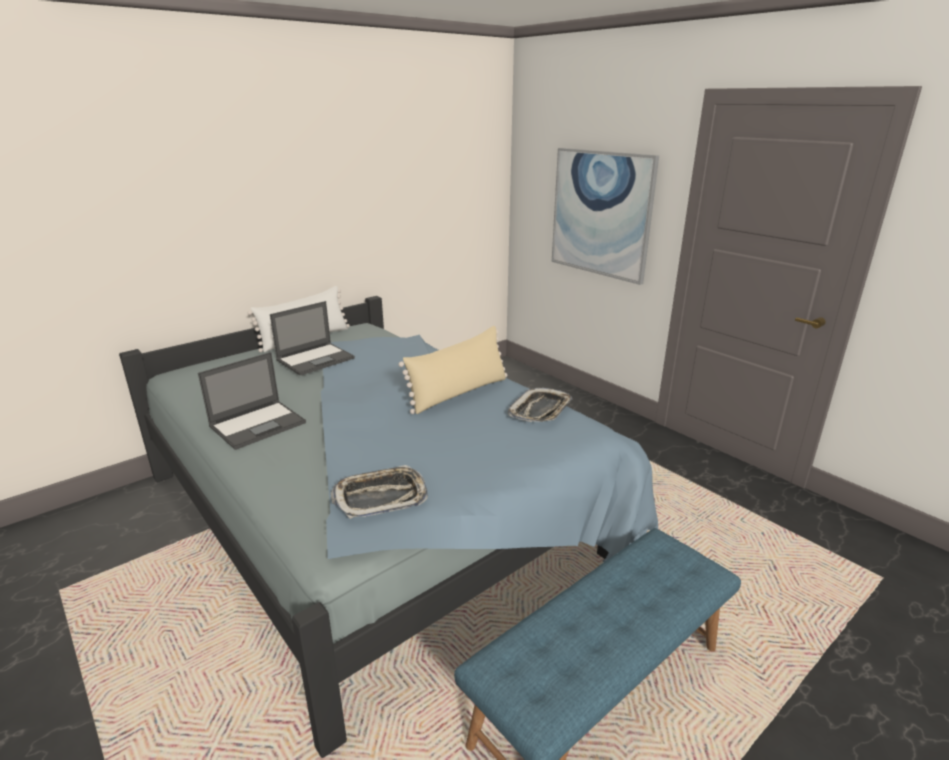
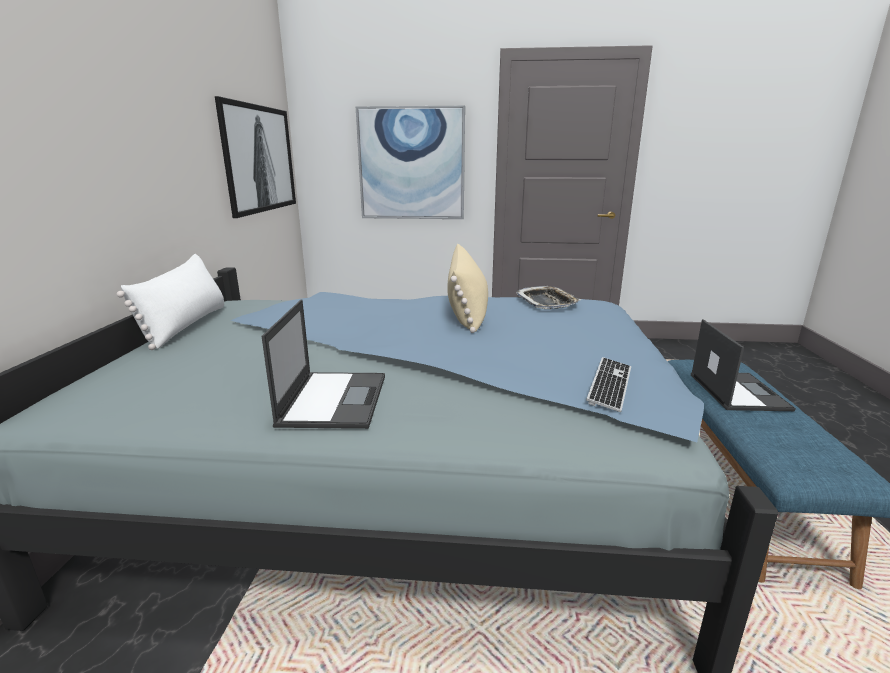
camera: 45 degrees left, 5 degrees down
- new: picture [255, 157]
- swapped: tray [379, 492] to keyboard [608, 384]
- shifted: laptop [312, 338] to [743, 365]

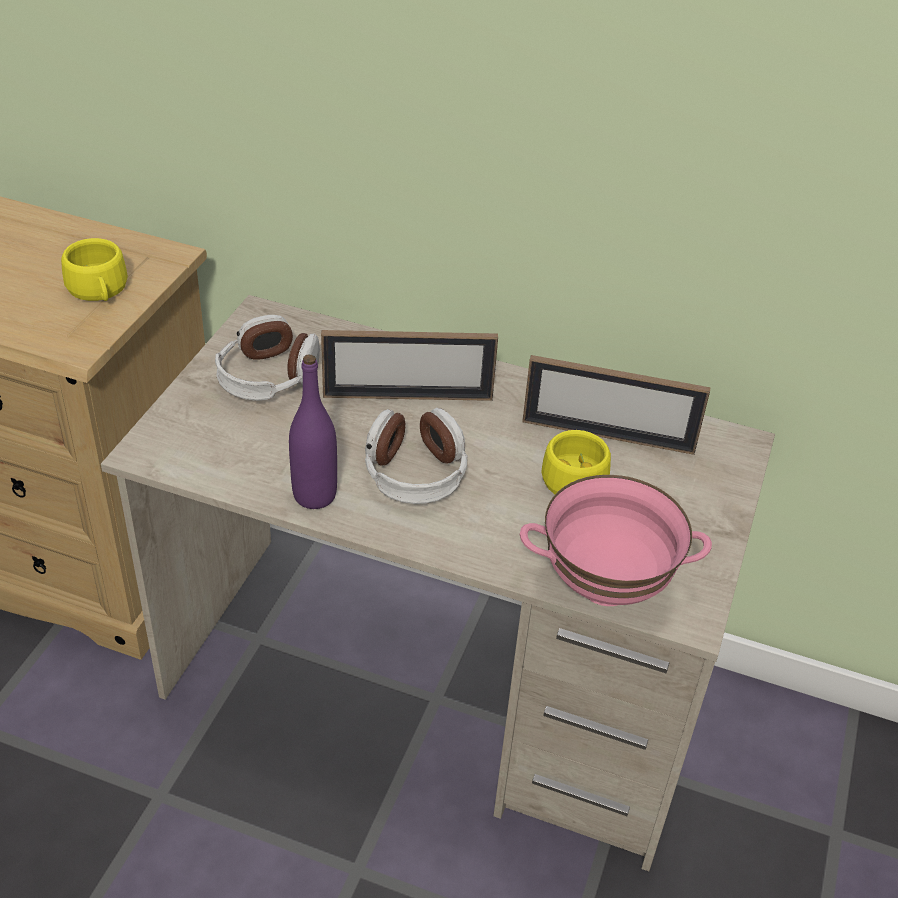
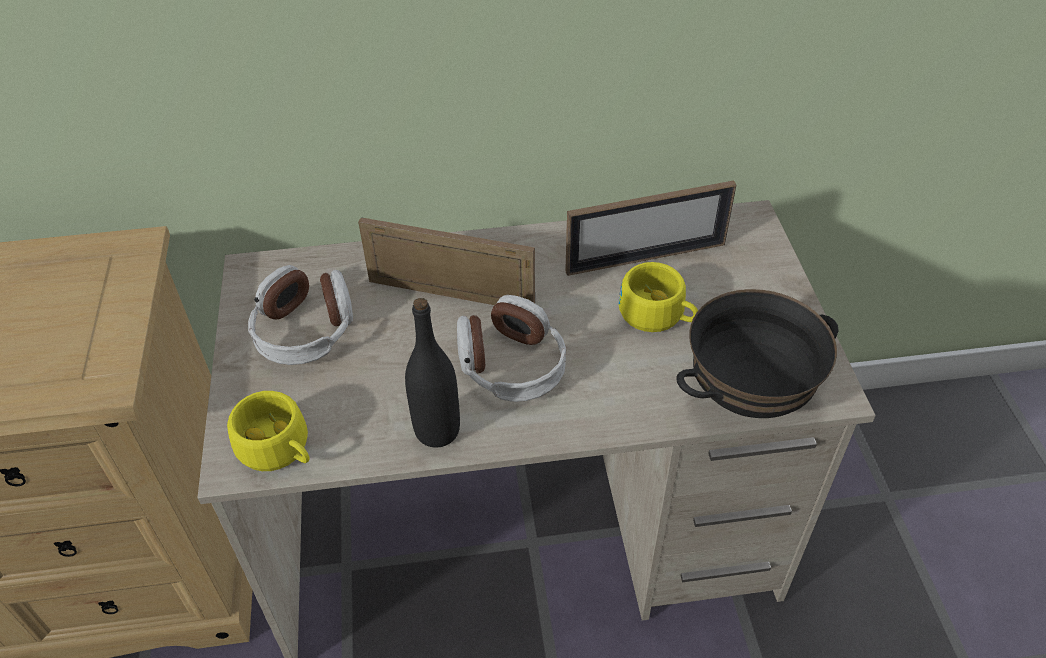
camera: 25 degrees left, 5 degrees up
- shifted: yellow cup [94, 269] to [268, 431]
- rotated: picture frame [409, 365] = [446, 261] 135 degrees counterclockwise
- repainted: purple bottle [313, 432] to black bottle [432, 373]
- repainted: pink bowl [616, 540] to black bowl [757, 353]

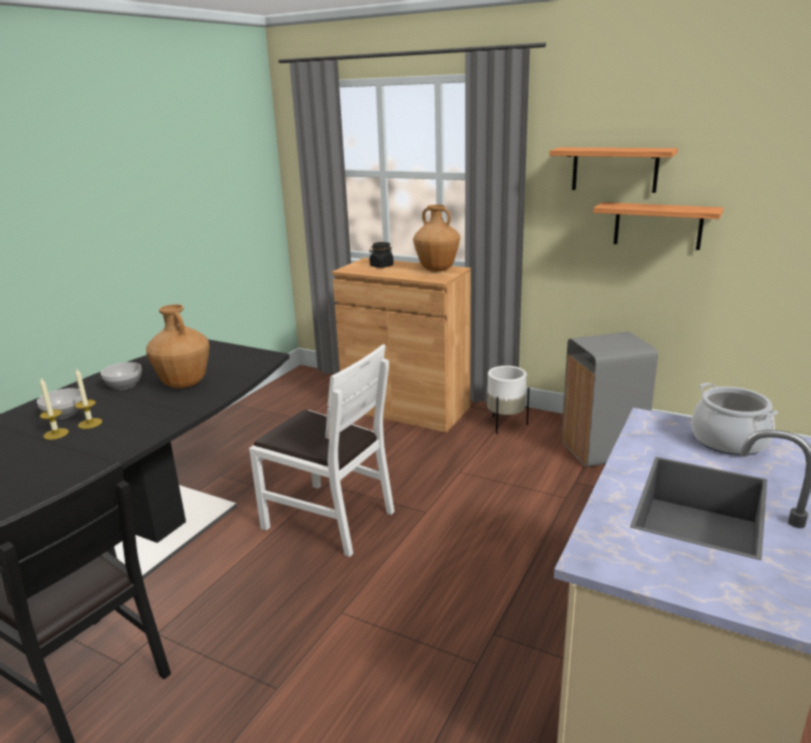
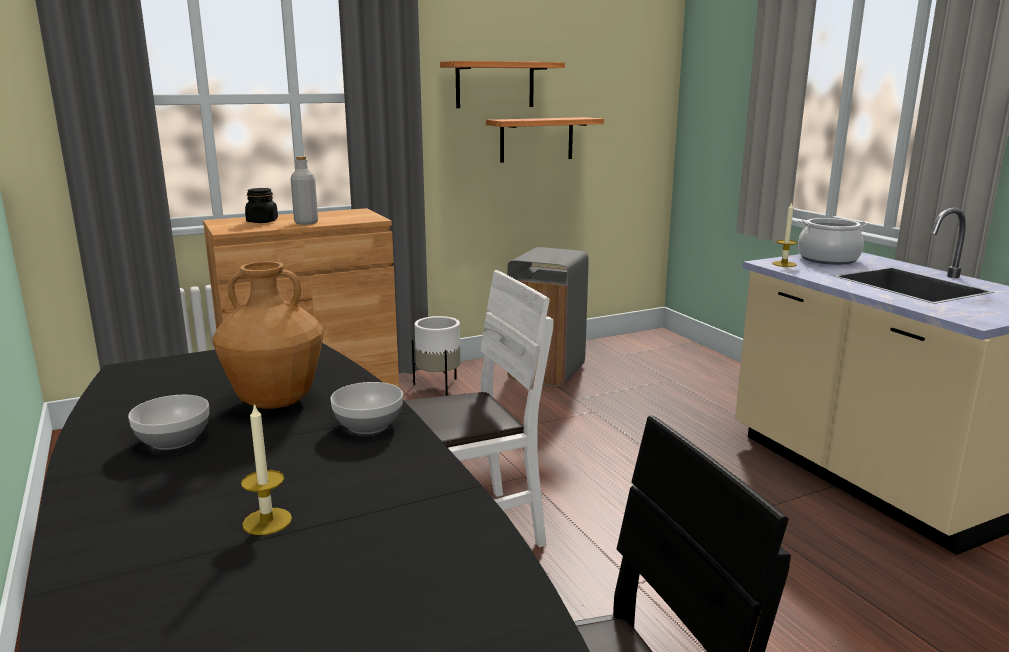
camera: 55 degrees left, 5 degrees down
- new: grey bottle [304, 190]
- shifted: bowl [59, 403] to [366, 408]
- shifted: candle [88, 399] to [784, 234]
- gone: brown vase [436, 238]

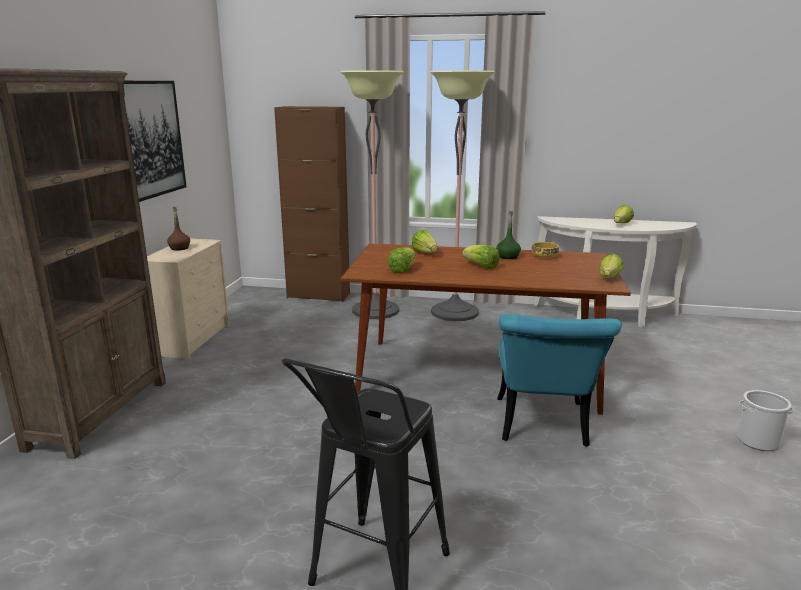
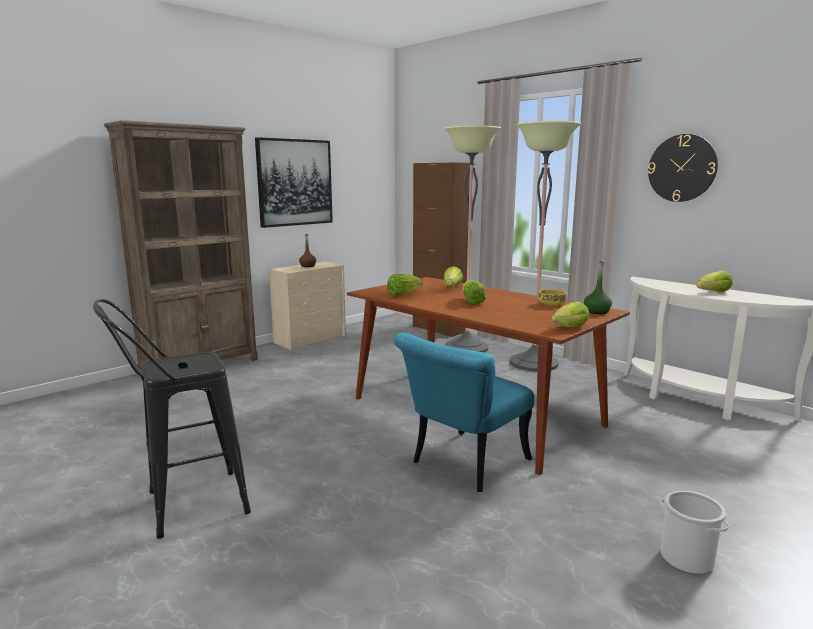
camera: 35 degrees right, 5 degrees down
- shifted: green bottle [508, 235] to [598, 287]
- new: wall clock [683, 168]

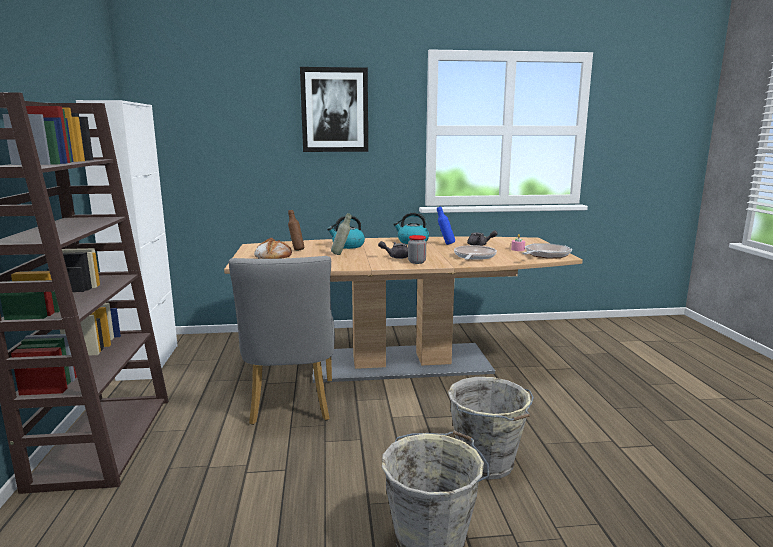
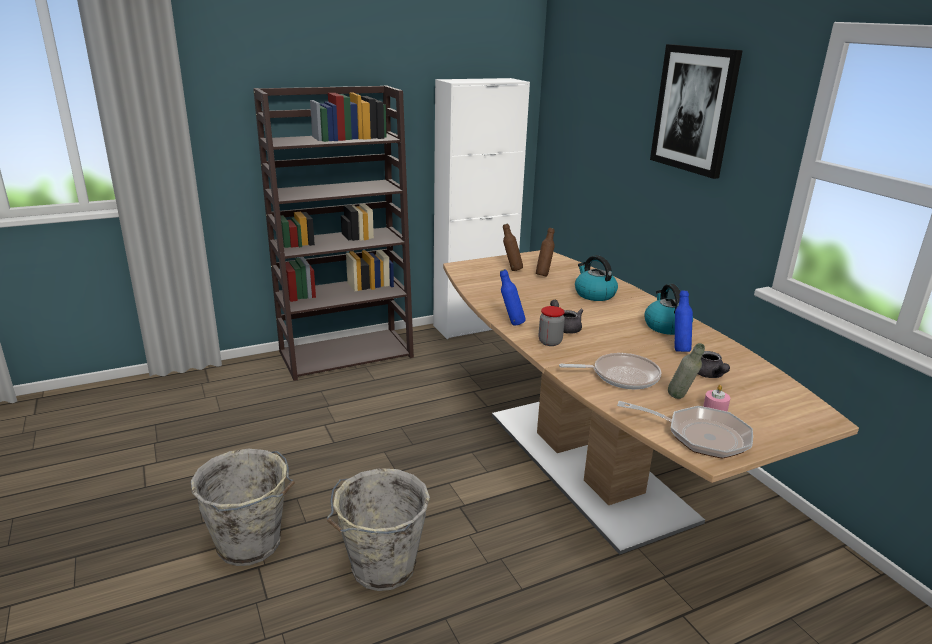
camera: 70 degrees right, 10 degrees up
- new: blue bottle [512, 297]
- swapped: bread [273, 248] to brown bottle [513, 247]
- shifted: grey bottle [341, 234] to [686, 371]
- gone: grey chair [282, 340]

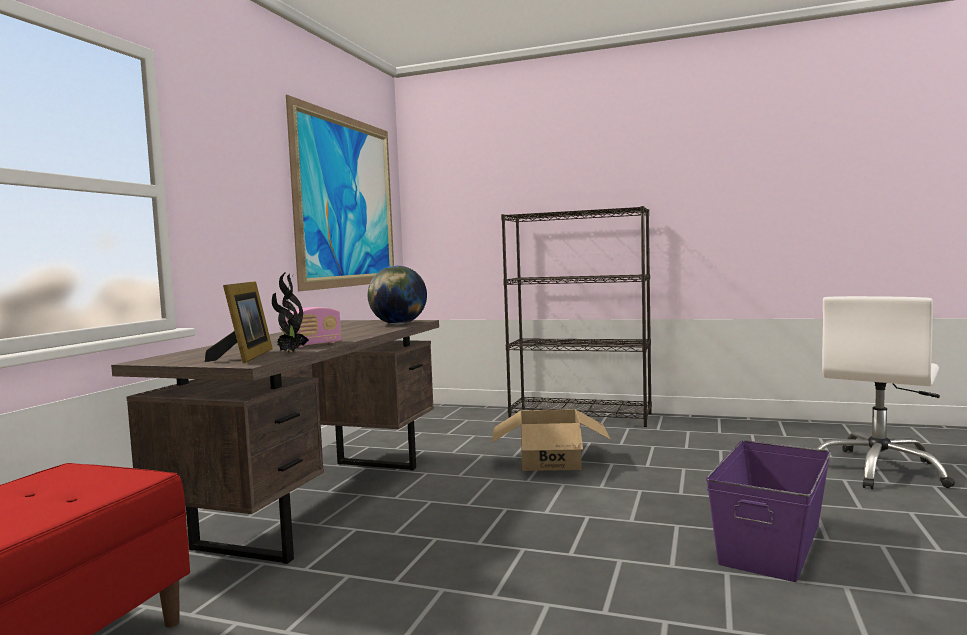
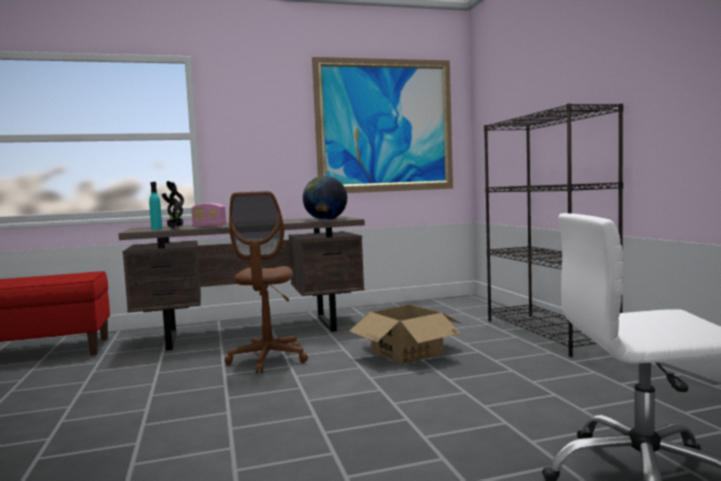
camera: 55 degrees right, 0 degrees up
- swapped: picture frame [239, 322] to turquoise bottle [155, 206]
- new: brown office chair [266, 282]
- gone: purple storage box [768, 511]

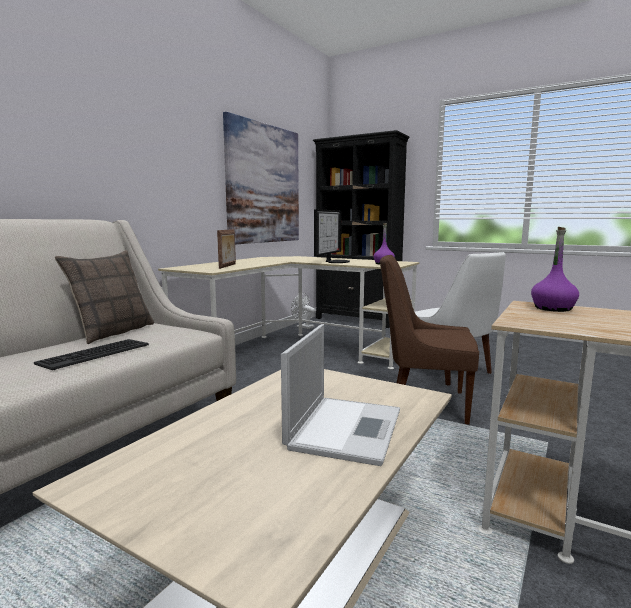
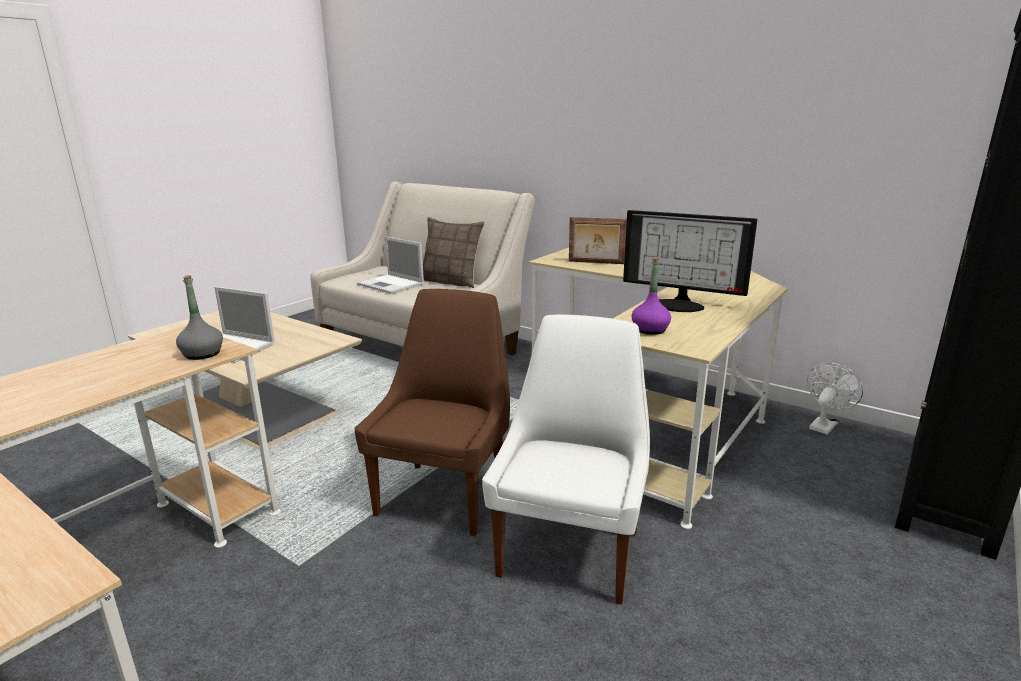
camera: 95 degrees right, 10 degrees up
- repainted: purple bottle [555, 269] to grey bottle [199, 317]
- swapped: keyboard [91, 354] to laptop [390, 265]
- rotated: white chair [460, 319] = [566, 460] 135 degrees clockwise
- gone: picture [261, 178]

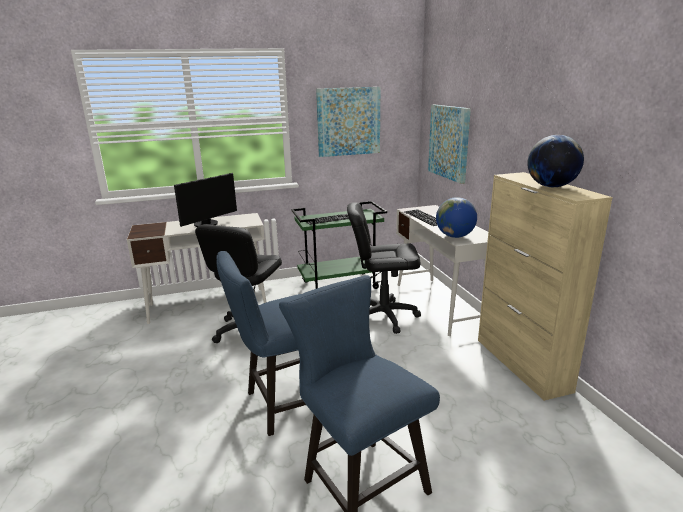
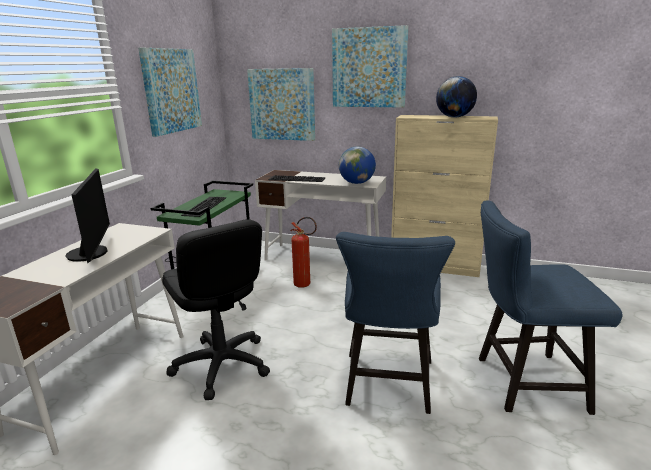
camera: 55 degrees left, 0 degrees up
- swapped: black office chair [384, 268] to fire extinguisher [303, 252]
- new: picture [370, 66]

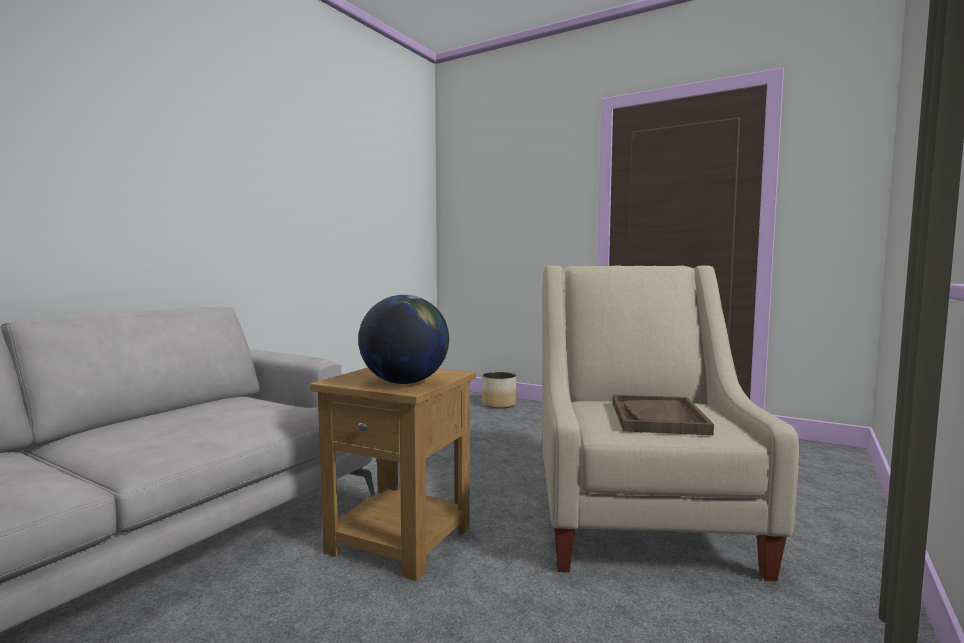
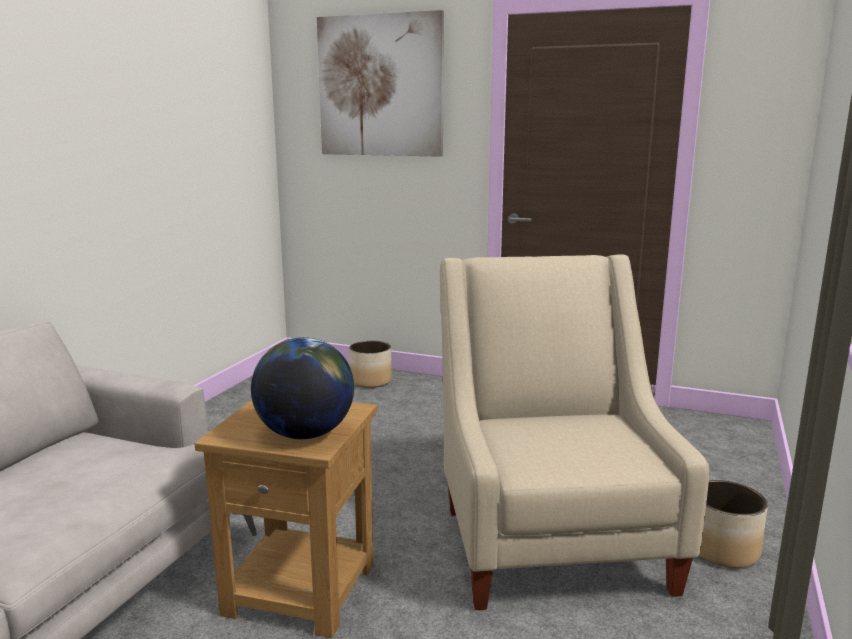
camera: 10 degrees left, 10 degrees up
- new: picture [380, 83]
- new: planter [733, 524]
- gone: brown tray [663, 415]

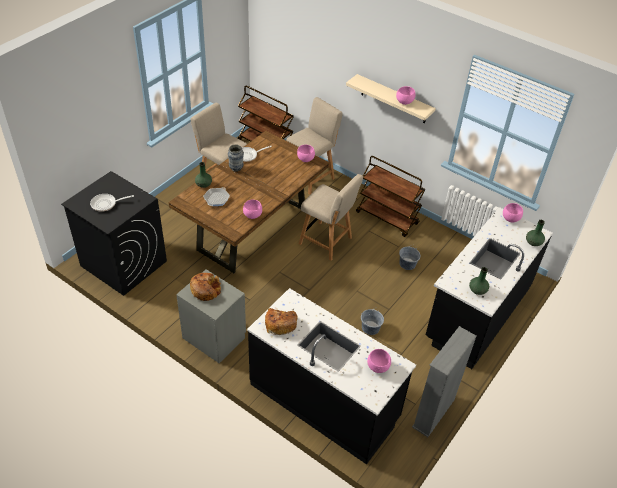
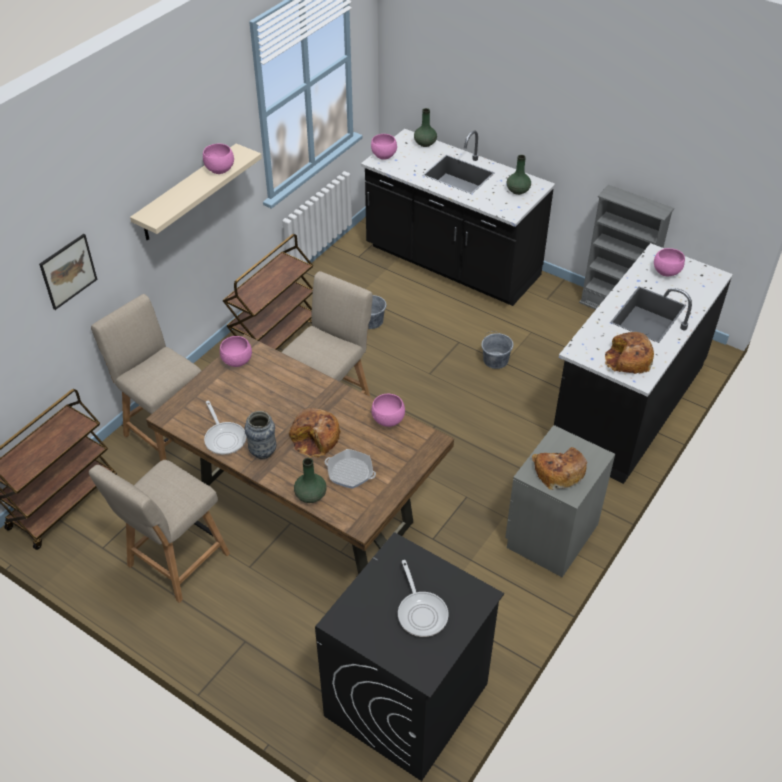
camera: 90 degrees left, 0 degrees up
- new: picture [68, 272]
- new: bread [315, 433]

